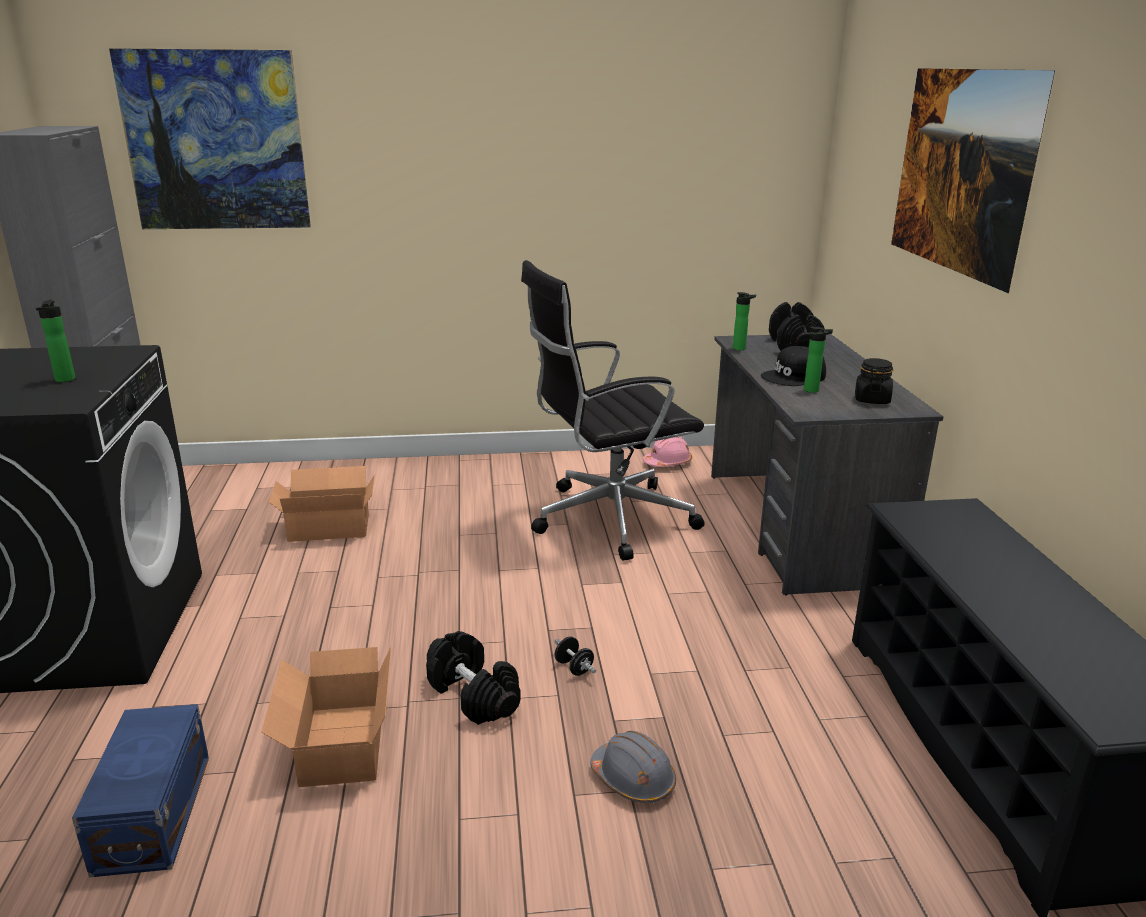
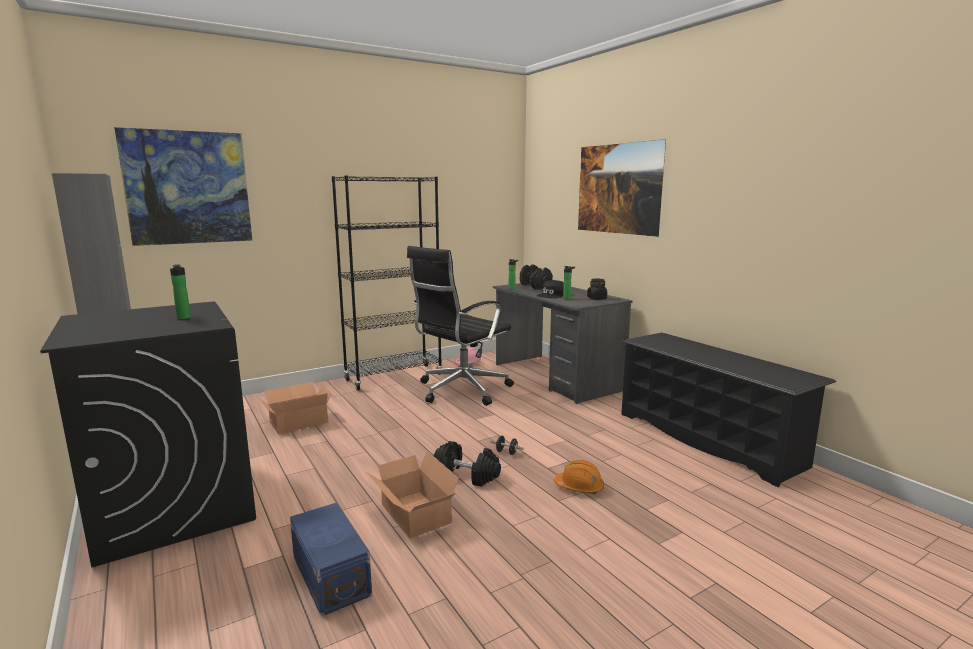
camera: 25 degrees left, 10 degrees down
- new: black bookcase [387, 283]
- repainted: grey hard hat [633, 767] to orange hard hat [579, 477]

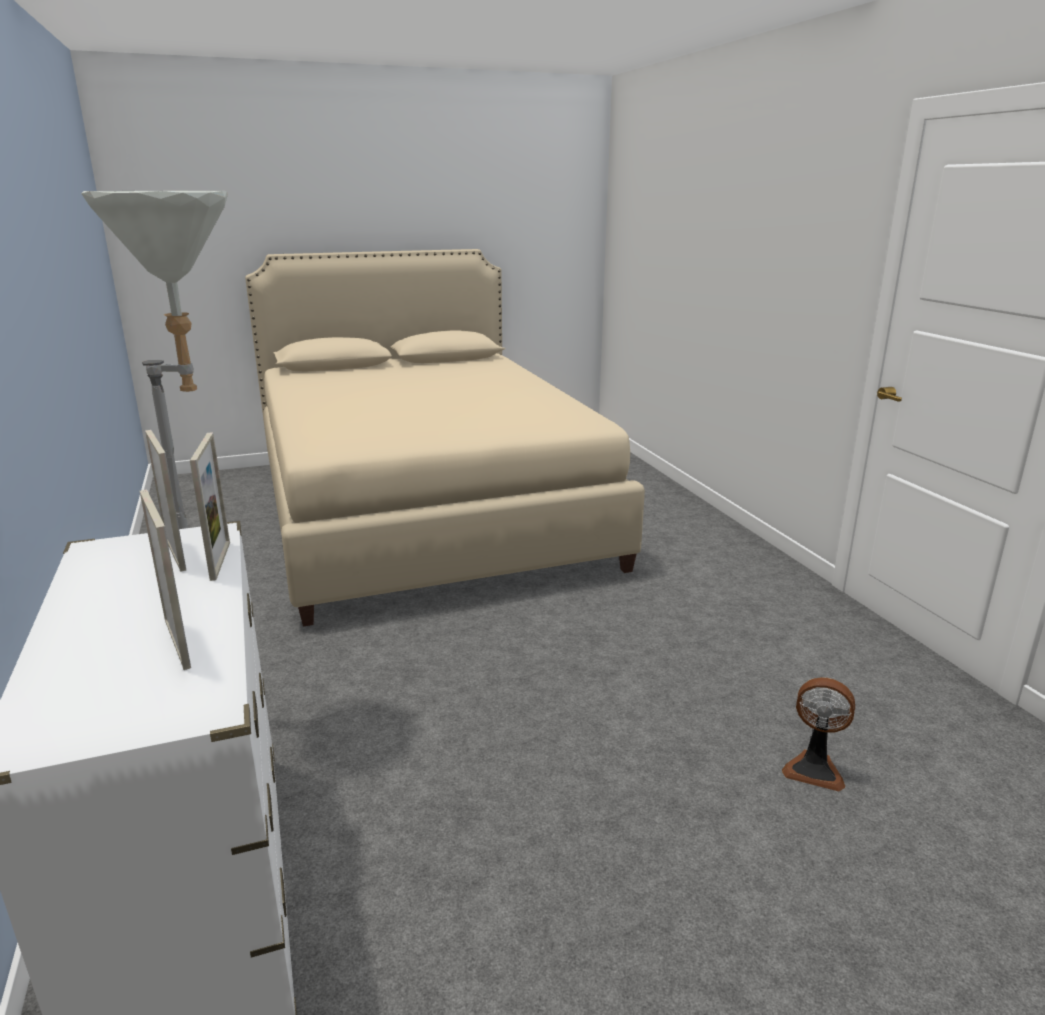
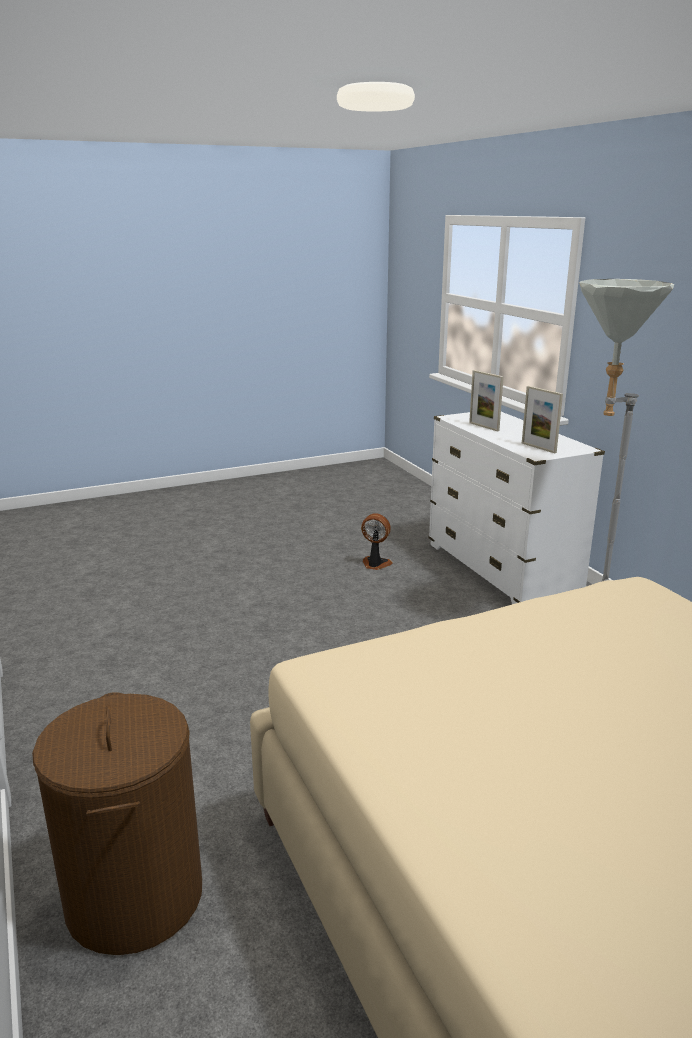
camera: 175 degrees right, 0 degrees up
- new: brown laundry basket [117, 823]
- shifted: fan [818, 734] to [377, 541]
- gone: picture frame [210, 506]

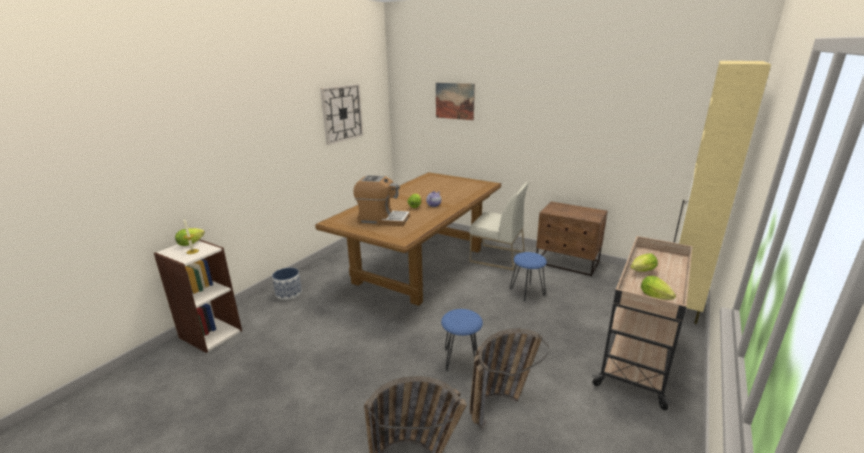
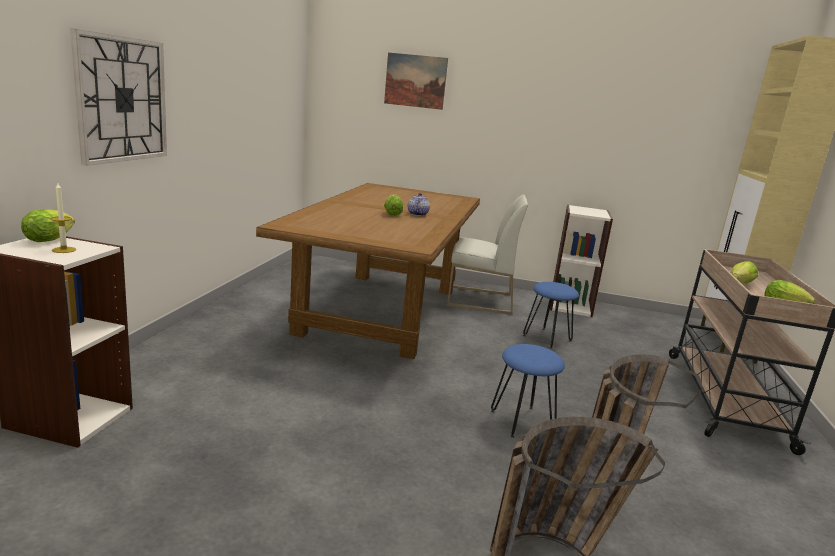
camera: 20 degrees left, 5 degrees down
- shifted: wall clock [341, 114] to [118, 97]
- swapped: brown nightstand [572, 239] to bookcase [581, 261]
- gone: planter [287, 284]
- gone: coffee machine [381, 200]

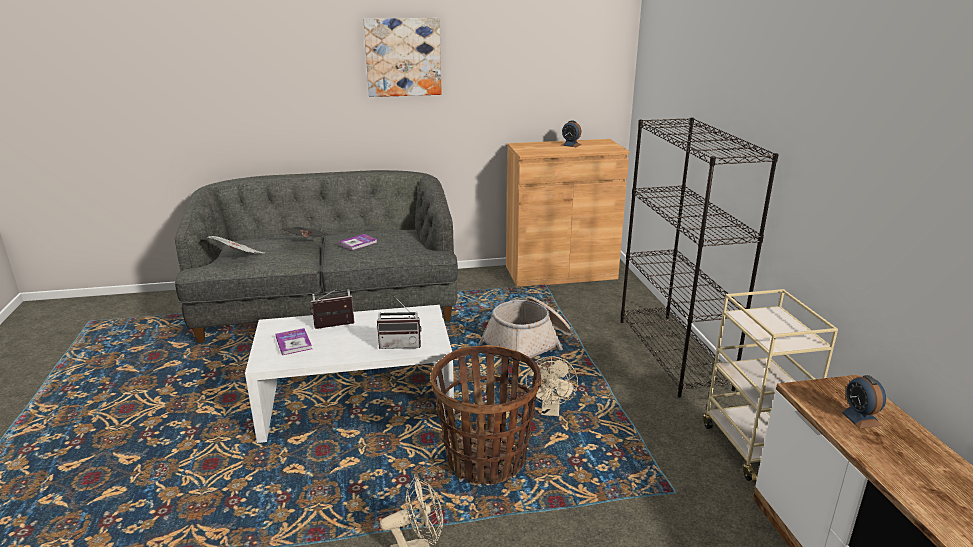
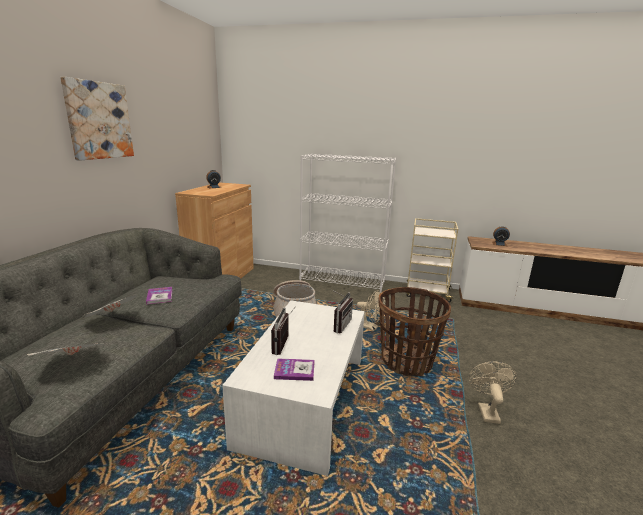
camera: 65 degrees left, 5 degrees down
- repainted: black bookcase [699, 258] to white bookcase [347, 223]

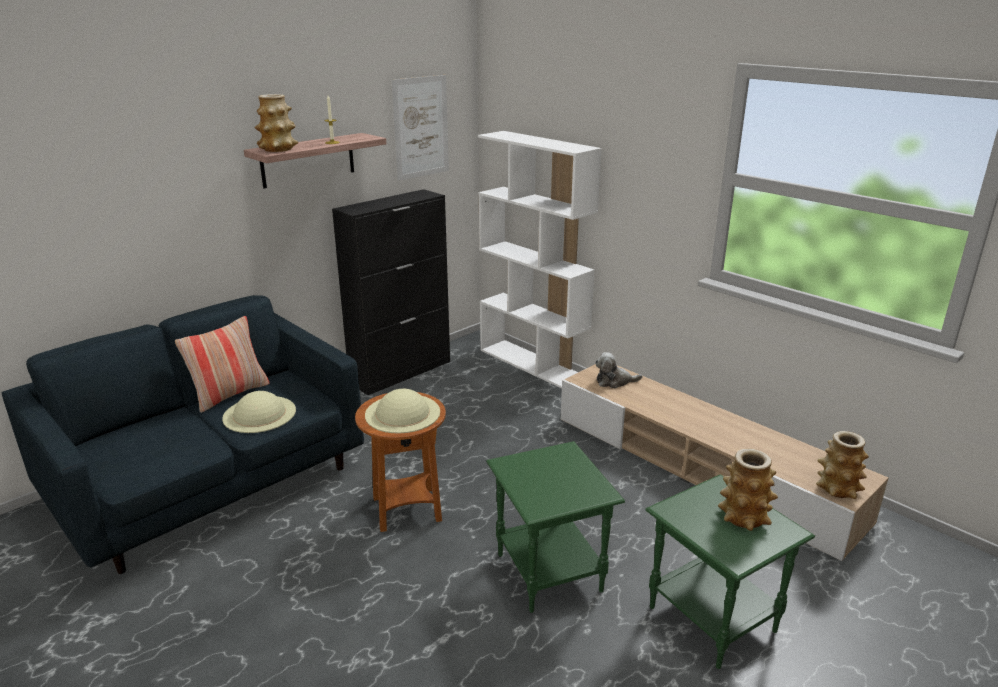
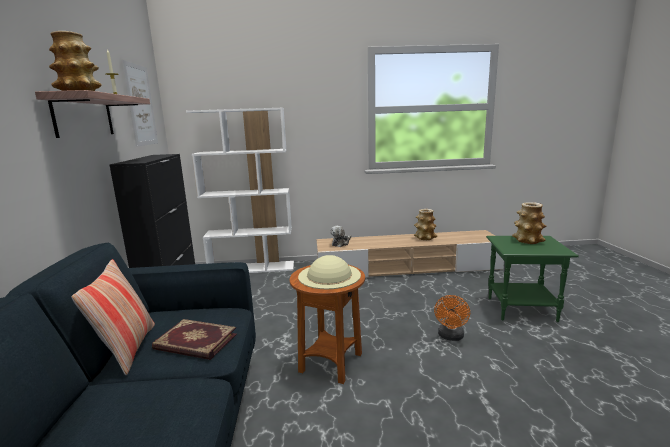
camera: 50 degrees left, 10 degrees down
- swapped: beige hat [259, 412] to book [194, 339]
- shifted: vase [842, 465] to [425, 224]
- swapped: green side table [555, 527] to orange fan [452, 318]

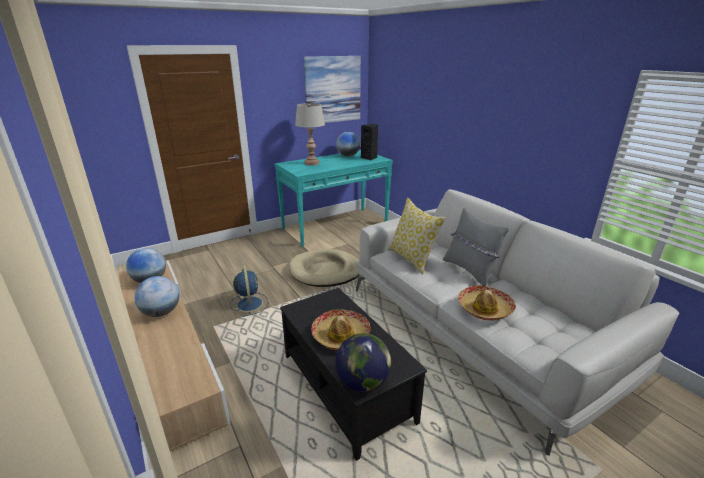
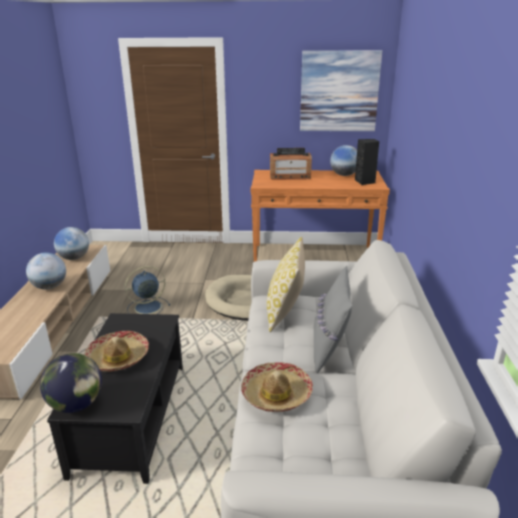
camera: 35 degrees right, 0 degrees up
- rotated: blue fan [249, 290] = [147, 290] 135 degrees counterclockwise
- repainted: turquoise console table [333, 198] to orange console table [320, 216]
- swapped: grey table lamp [310, 134] to radio [291, 164]

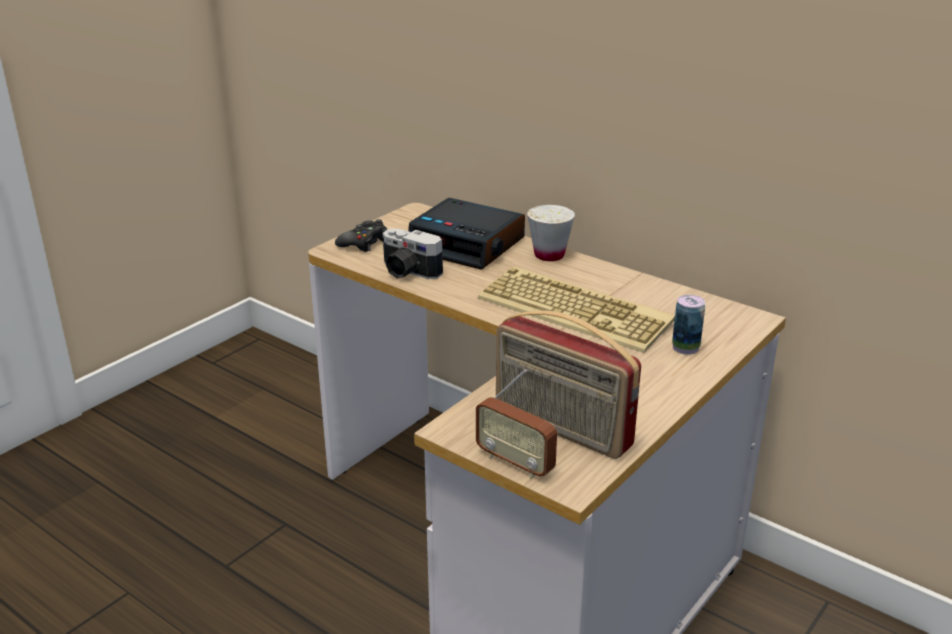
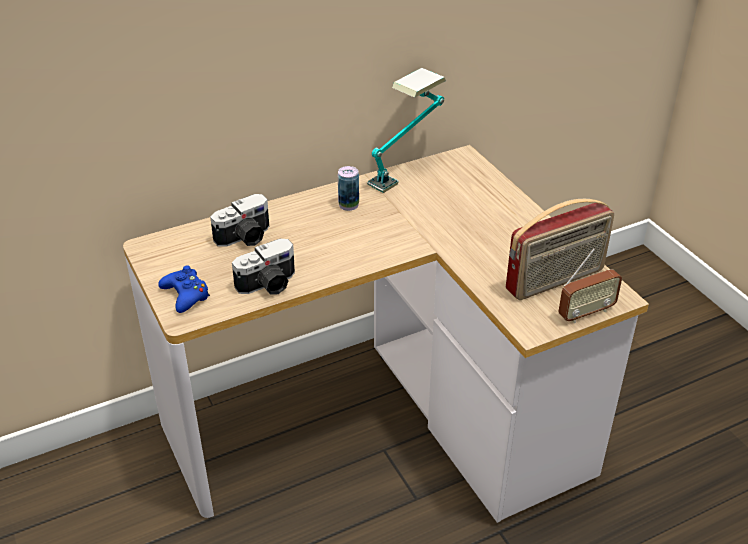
camera: 65 degrees left, 10 degrees up
- repainted: black game controller [361, 235] to blue game controller [184, 289]
- swapped: alarm clock [466, 234] to photo camera [239, 220]
- shifted: can [688, 325] to [348, 188]
- new: table lamp [406, 130]
- gone: keyboard [576, 310]
- gone: white cup [551, 233]

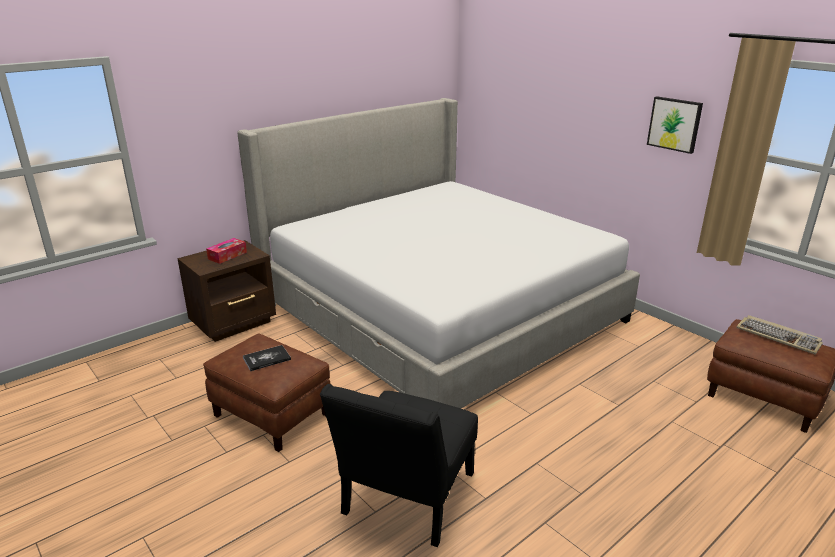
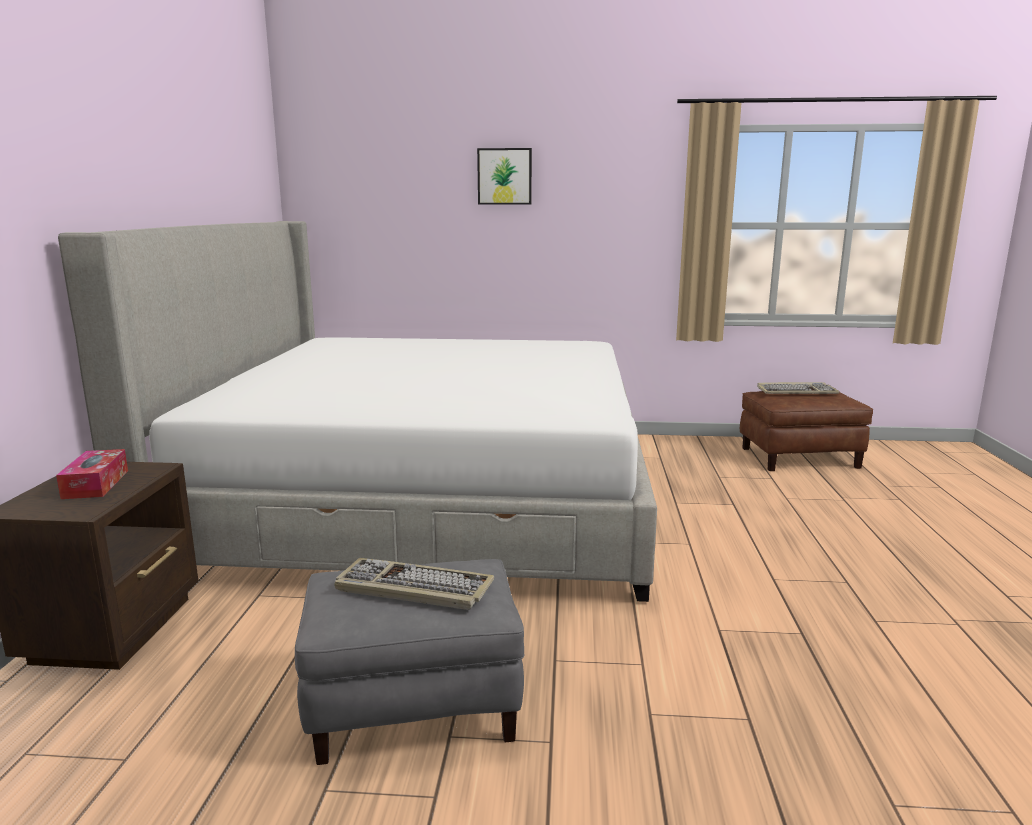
camera: 45 degrees left, 10 degrees down
- repainted: brown ottoman [266, 392] to grey ottoman [409, 662]
- swapped: book [267, 358] to keyboard [414, 584]
- shifted: picture [675, 125] to [504, 176]
- gone: black chair [399, 465]

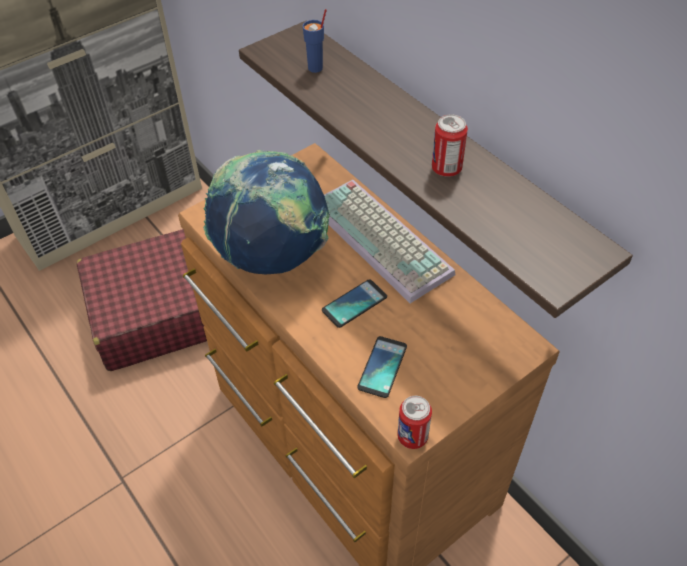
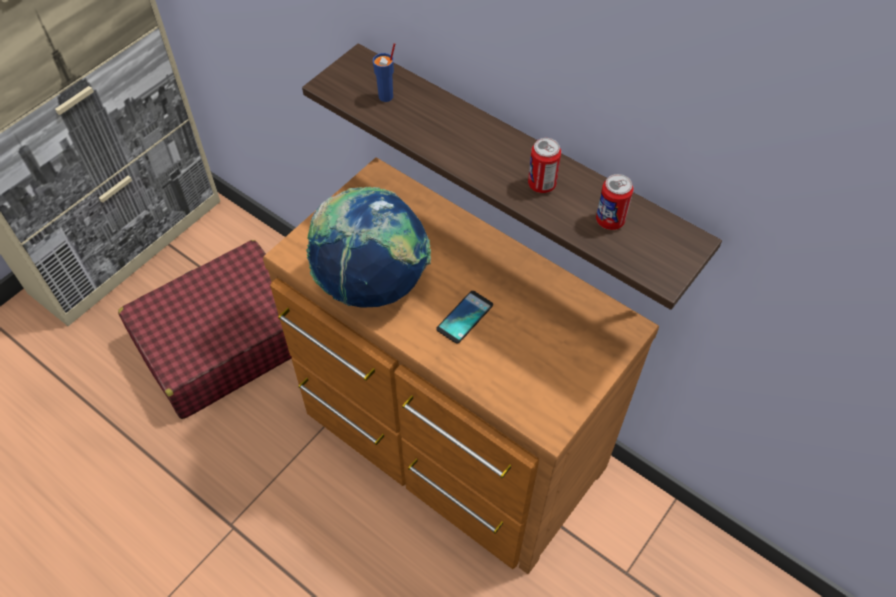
camera: 15 degrees left, 5 degrees up
- shifted: can [414, 422] to [615, 202]
- gone: keyboard [389, 241]
- gone: phone [382, 367]

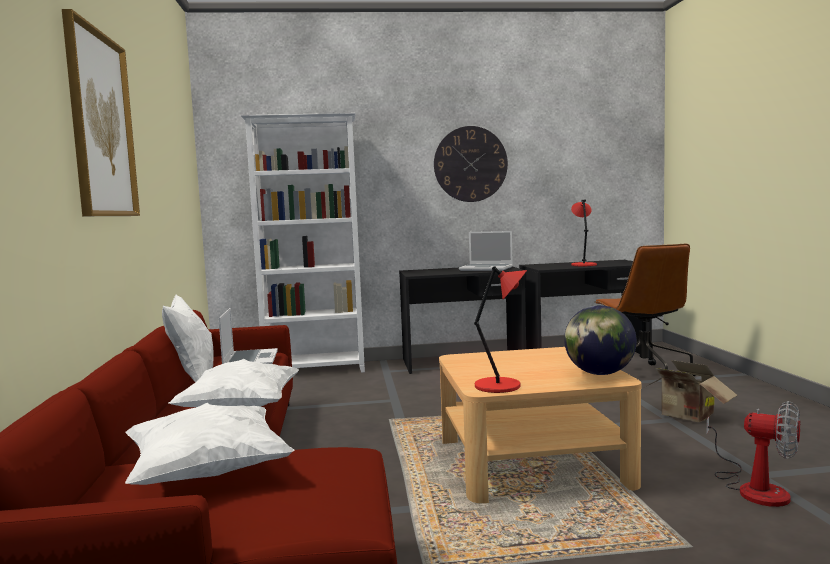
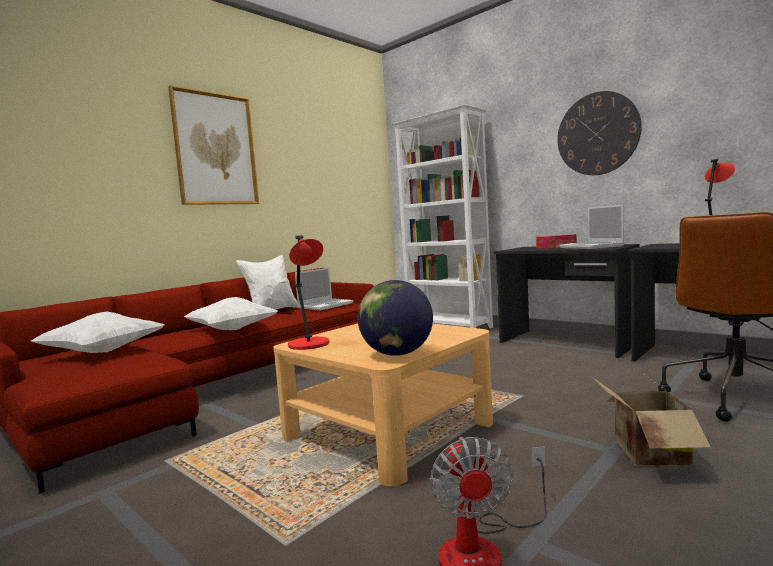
camera: 50 degrees right, 0 degrees up
- new: tissue box [556, 241]

